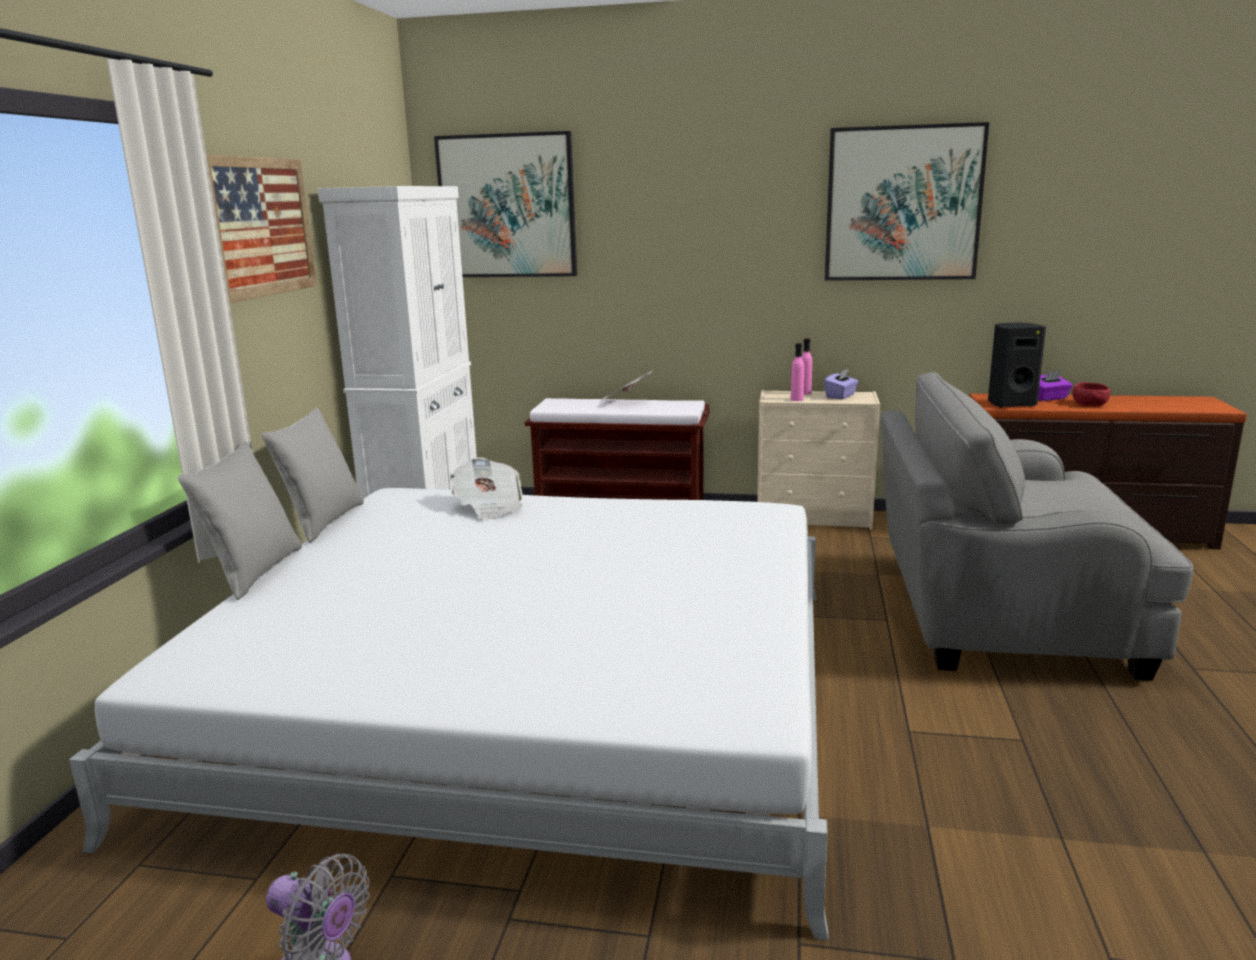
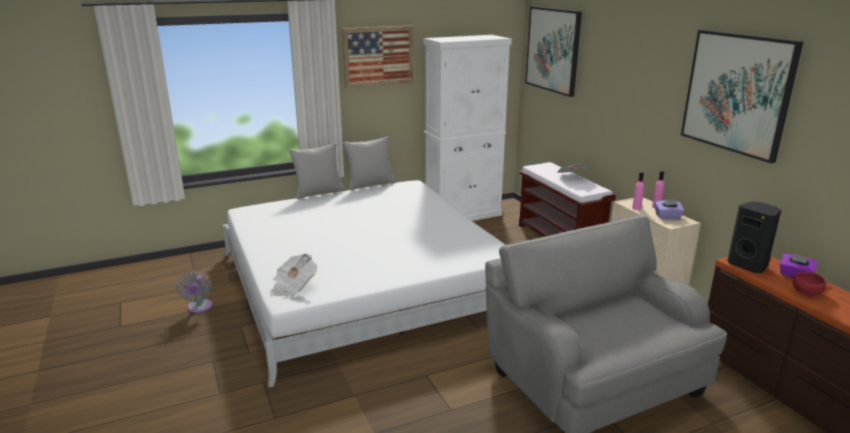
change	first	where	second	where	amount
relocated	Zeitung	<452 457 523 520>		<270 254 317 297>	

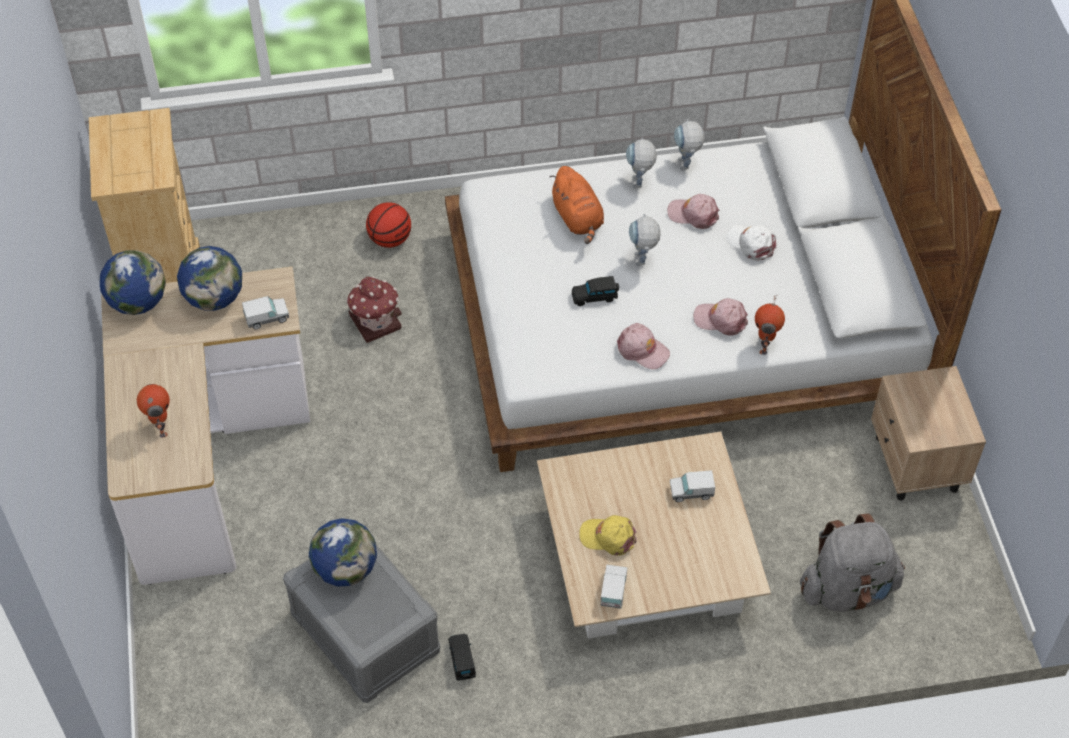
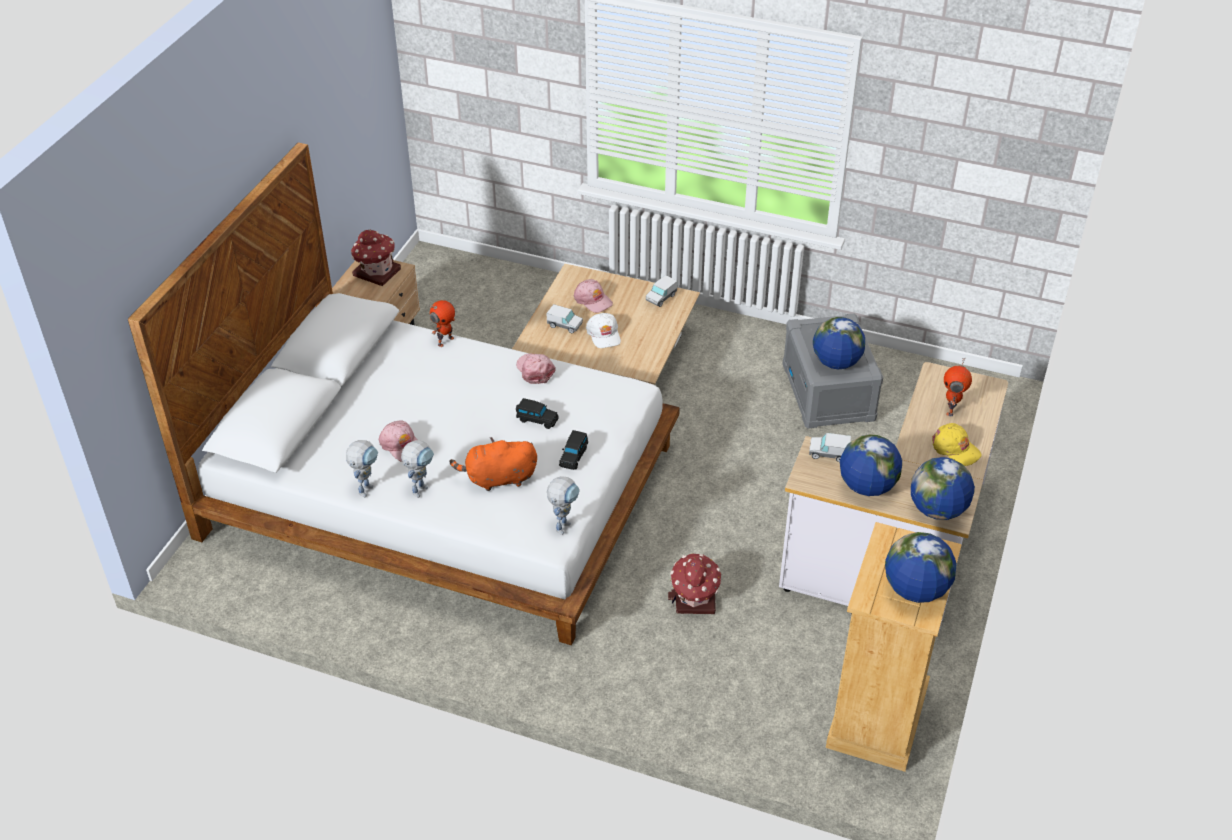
change	first	where	second	where	amount
missing	Basketball	<366 202 411 248>			
missing	Rucksack (grau)	<800 513 905 612>			
appeared			Spielzeughaus	<351 230 401 286>	
appeared			Globus	<885 532 956 603>	
relocated	Spielzeugauto (schwarz)	<448 634 476 681>		<559 430 588 470>	
relocated	Kappe (gelb)	<579 515 637 556>		<932 423 982 466>	
relocated	Spielzeugroboter	<629 214 661 266>		<547 476 580 535>	
relocated	Kappe (rosa)	<694 298 748 336>		<574 279 613 313>	
relocated	Kappe (weiß)	<727 224 776 261>		<586 313 621 348>	
spun	Plüschtier (orange)	<549 166 604 244>		<450 437 537 491>	105 degrees counterclockwise

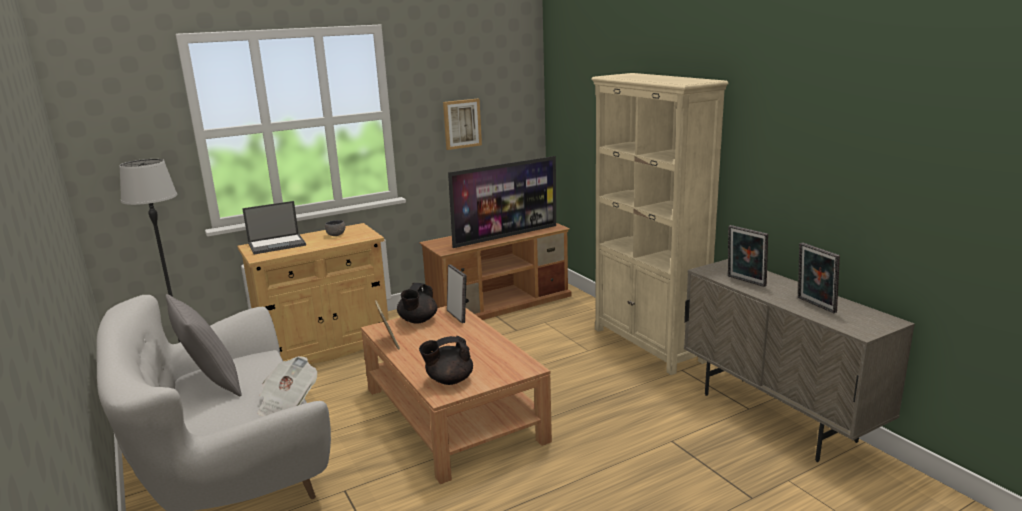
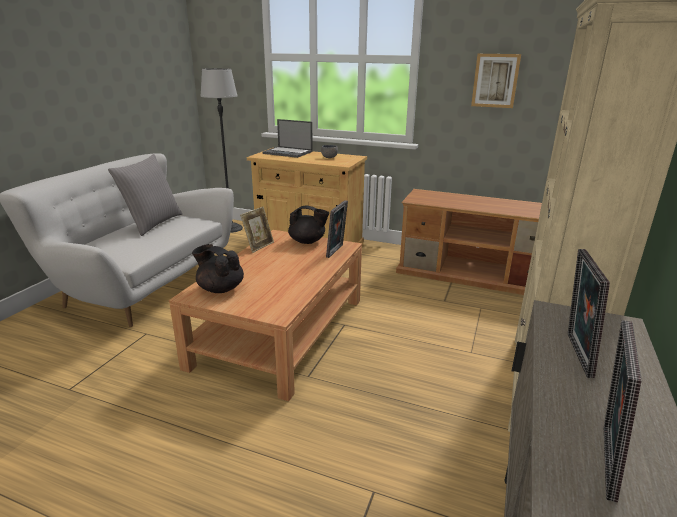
change	first	where	second	where	amount
missing	Zeitung	<258 356 317 416>			
missing	Fernseher	<448 156 556 248>			
spun	Teekanne (schwarz)	<397 283 437 324>		<288 206 329 244>	150 degrees counterclockwise

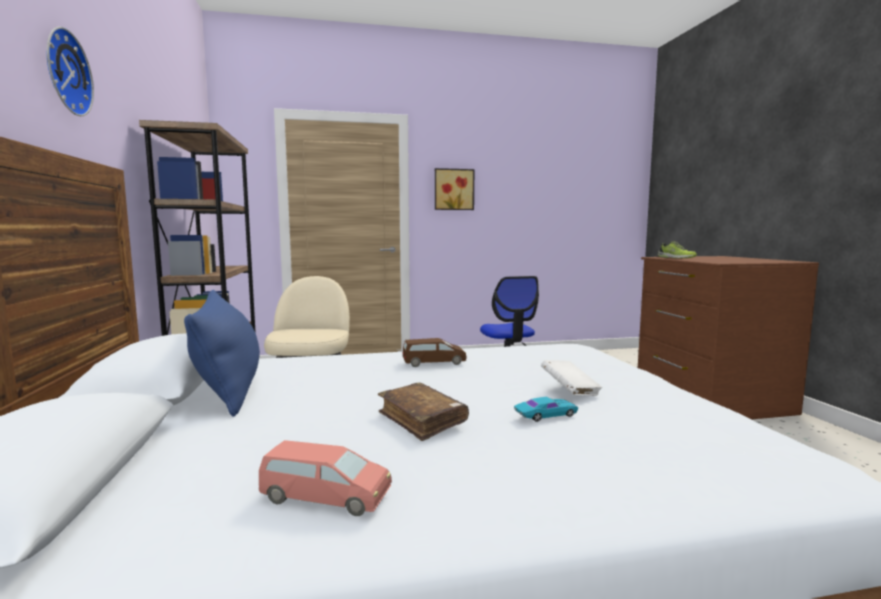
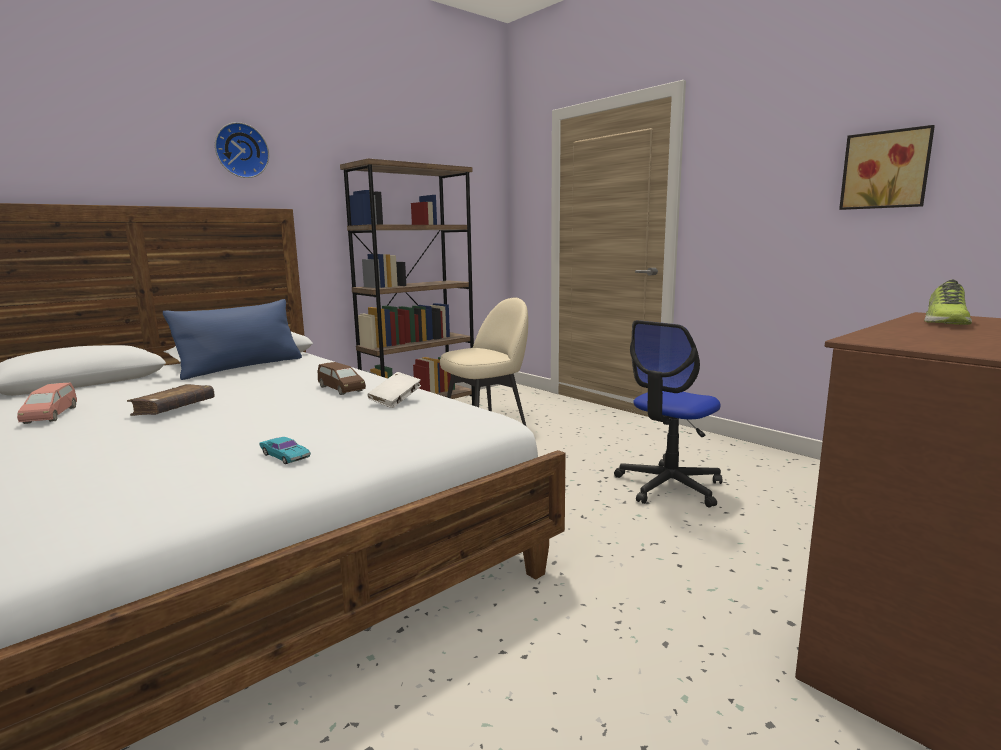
change	first	where	second	where	amount
relocated	Bild	<435 168 474 210>		<839 125 935 210>	
relocated	Spielzeugauto (türkis)	<514 397 578 422>		<259 437 311 464>	
relocated	Buch (weiß)	<541 360 602 396>		<368 372 421 408>	

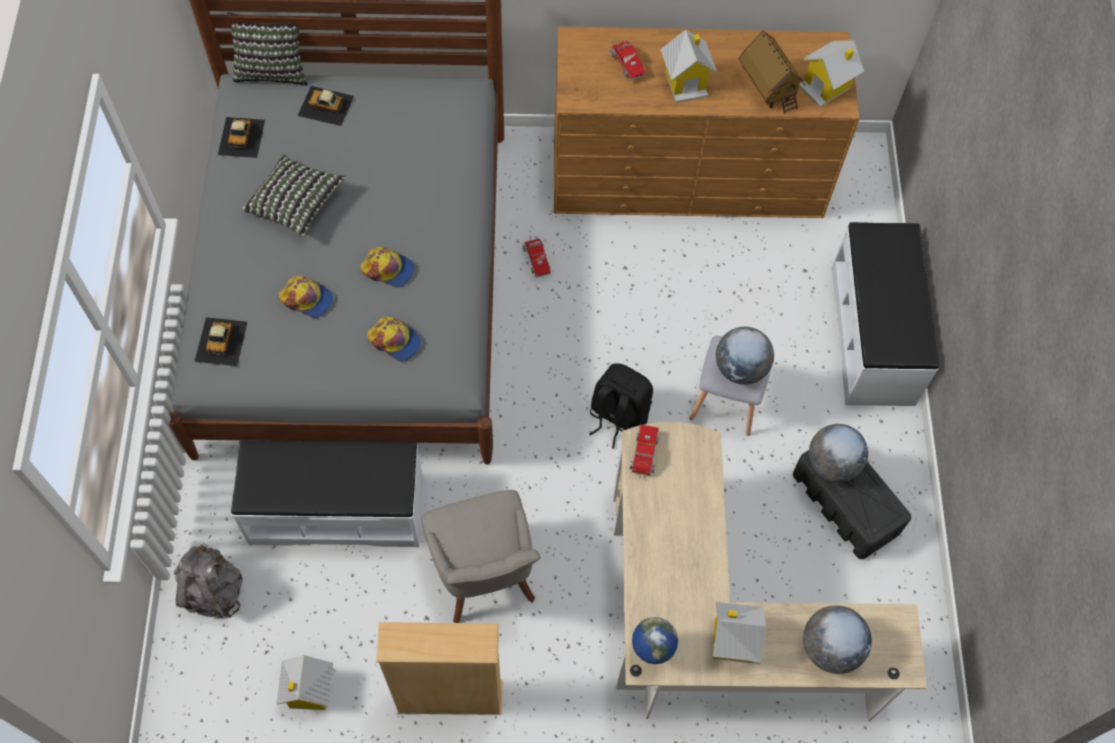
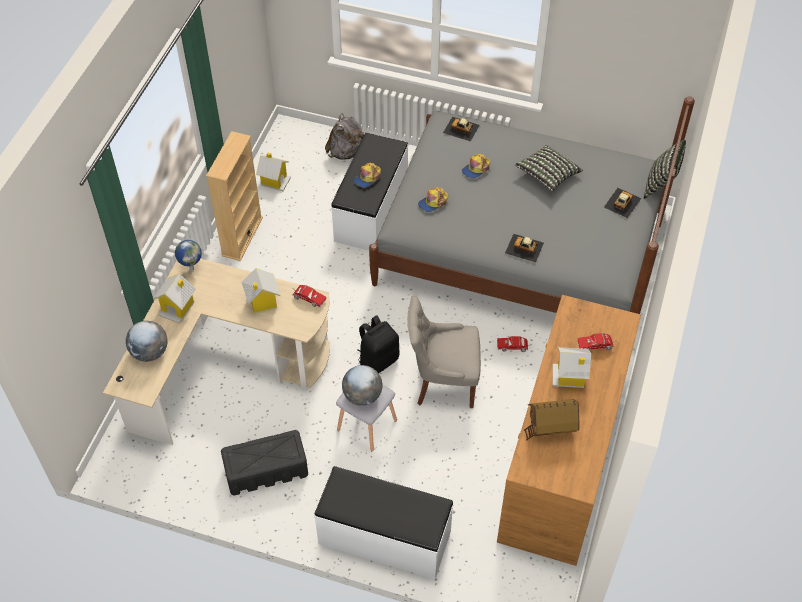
change	first	where	second	where	amount
missing	Globus	<809 424 868 482>			
relocated	Spielzeugauto	<218 117 265 158>		<505 234 544 263>	
relocated	Kappe	<360 247 414 288>		<353 163 381 188>	
relocated	Stuhl (grau)	<421 490 541 623>		<407 296 481 408>	
relocated	Spielzeughaus	<799 40 864 107>		<242 268 281 314>	

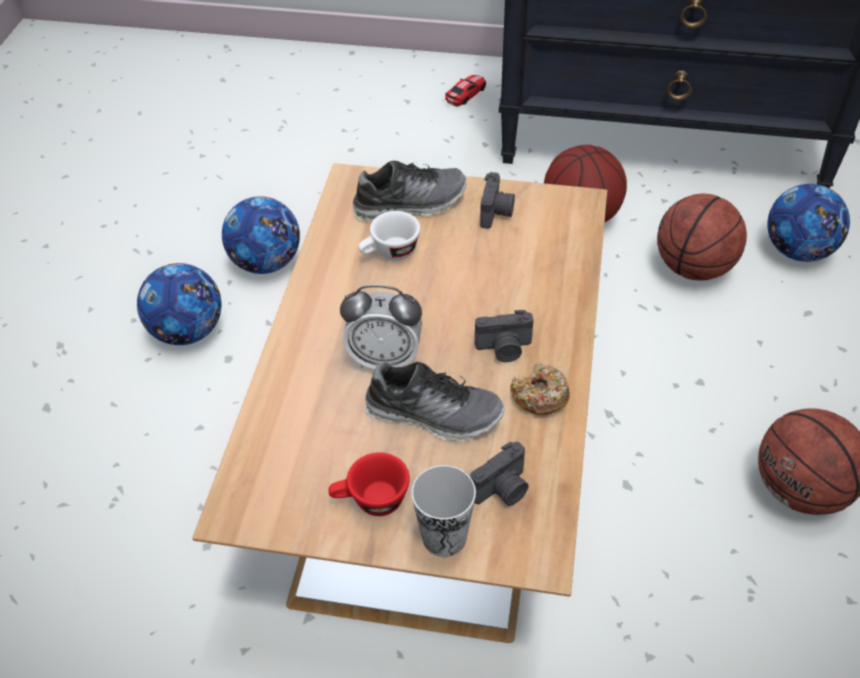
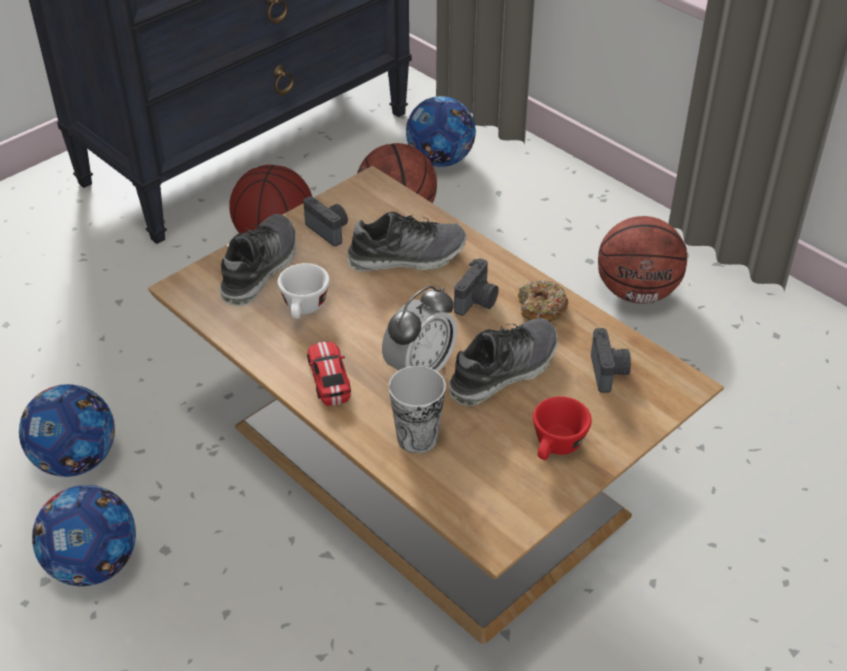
change	first	where	second	where	amount
appeared			Schuh	<347 212 467 272>	
relocated	Tasse	<411 465 476 557>		<389 366 446 453>	
relocated	Spielzeugauto	<445 75 486 107>		<307 342 351 406>	

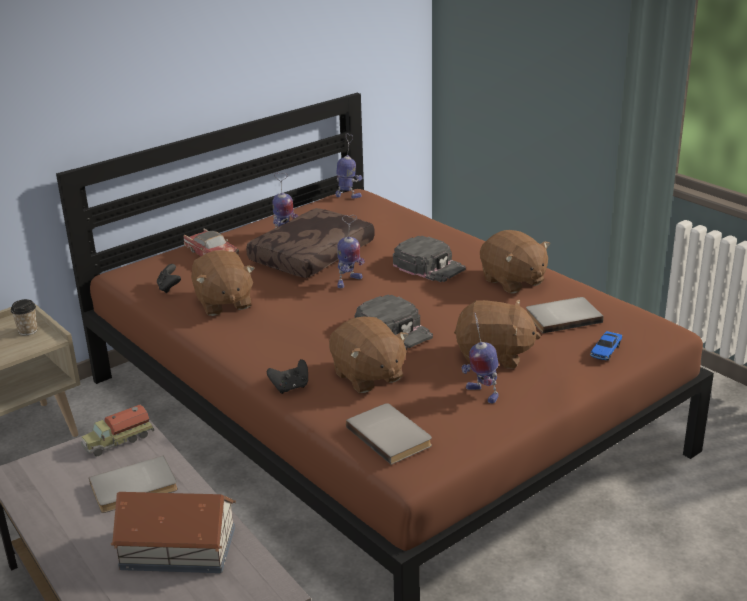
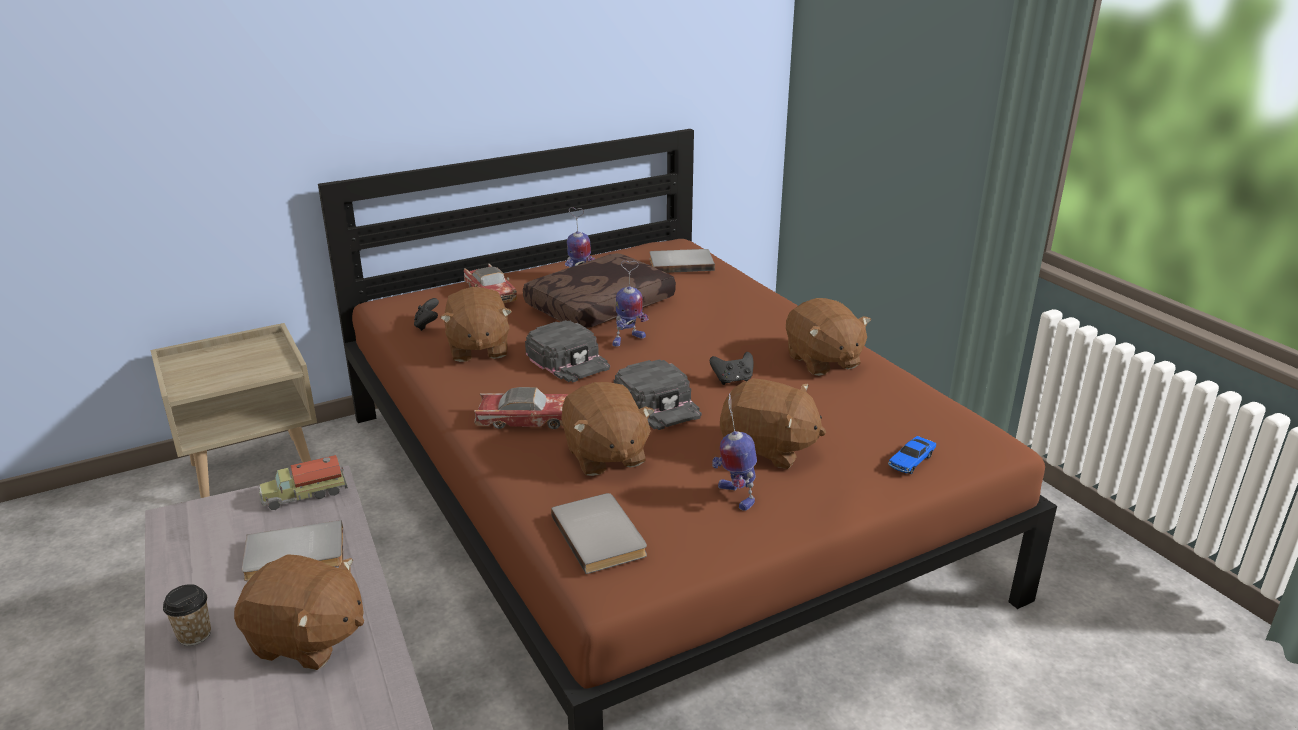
change	first	where	second	where	amount
missing	Spielzeugroboter	<336 133 363 199>			
appeared			Spielzeugauto	<474 387 569 429>	
relocated	Tasse	<11 299 38 336>		<163 584 211 646>	
relocated	Gamepad (schwarz)	<267 359 308 394>		<710 352 754 385>	
relocated	Kappe (schwarz)	<393 236 466 282>		<525 320 610 382>	
relocated	Buch (grau)	<526 297 603 333>		<649 249 715 273>	
exchanged	Spielzeughaus	<111 492 236 573>	Plüschtier (braun)	<234 554 364 670>	

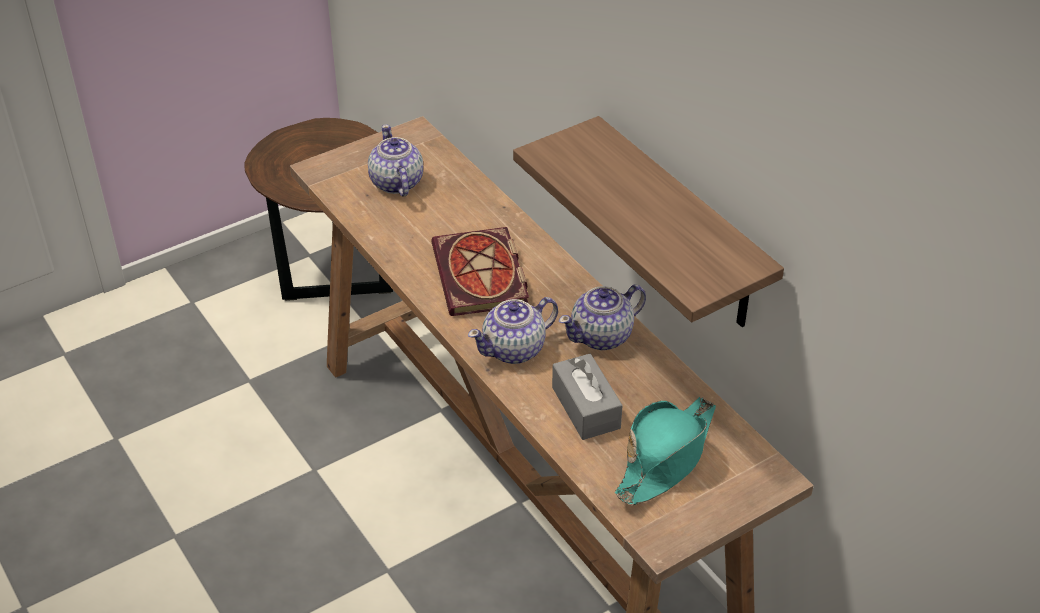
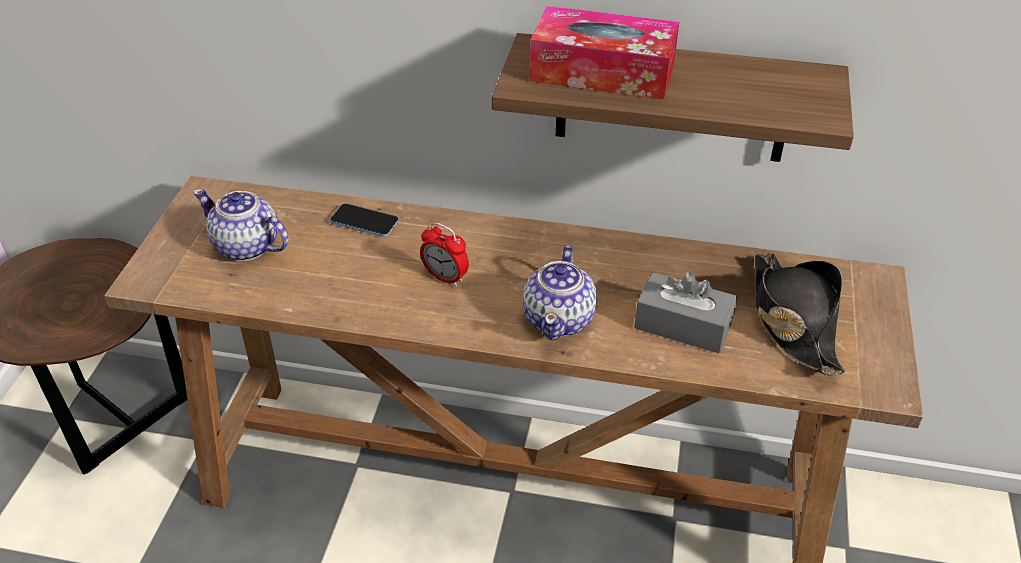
change	first	where	second	where	amount
missing	Teekanne	<559 285 646 350>			
appeared			Handy	<330 203 399 237>	
appeared			Taschentuchbox	<530 6 679 100>	
exchanged	Buch	<431 227 529 316>	Wecker	<420 222 469 287>	
colour	Hut (türkis)	<615 397 716 505>	Hut (schwarz)	<755 253 846 376>	

